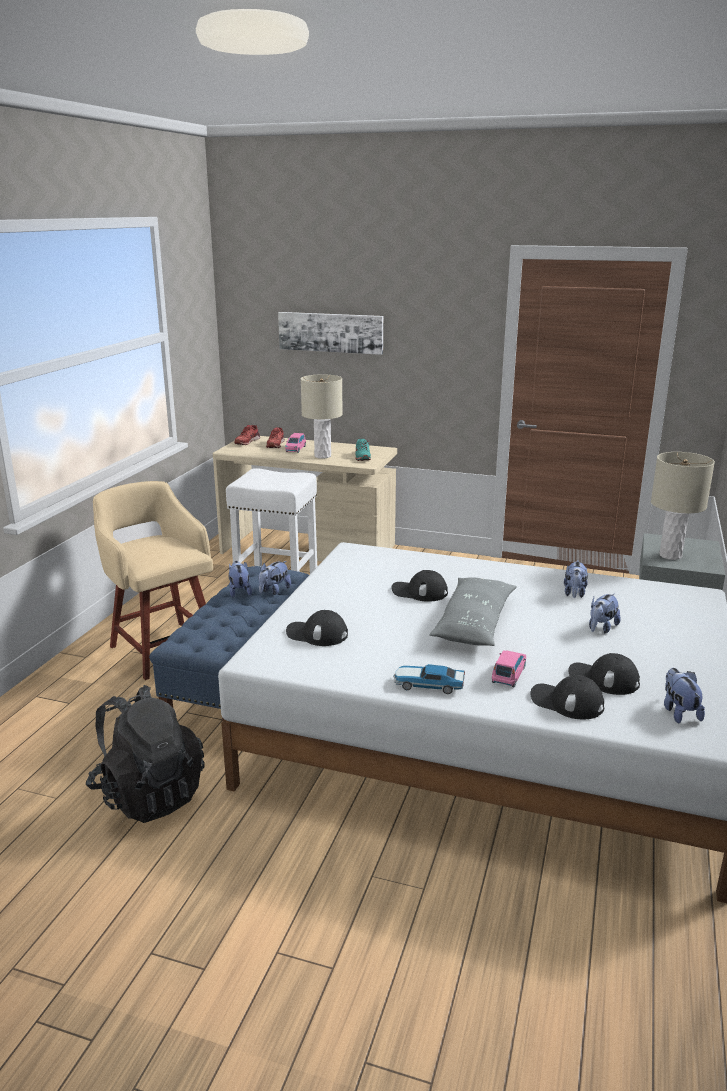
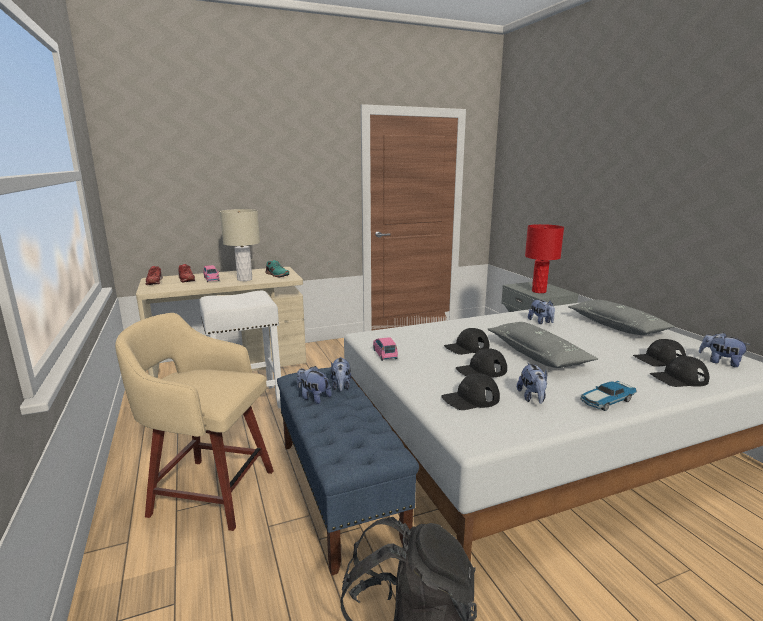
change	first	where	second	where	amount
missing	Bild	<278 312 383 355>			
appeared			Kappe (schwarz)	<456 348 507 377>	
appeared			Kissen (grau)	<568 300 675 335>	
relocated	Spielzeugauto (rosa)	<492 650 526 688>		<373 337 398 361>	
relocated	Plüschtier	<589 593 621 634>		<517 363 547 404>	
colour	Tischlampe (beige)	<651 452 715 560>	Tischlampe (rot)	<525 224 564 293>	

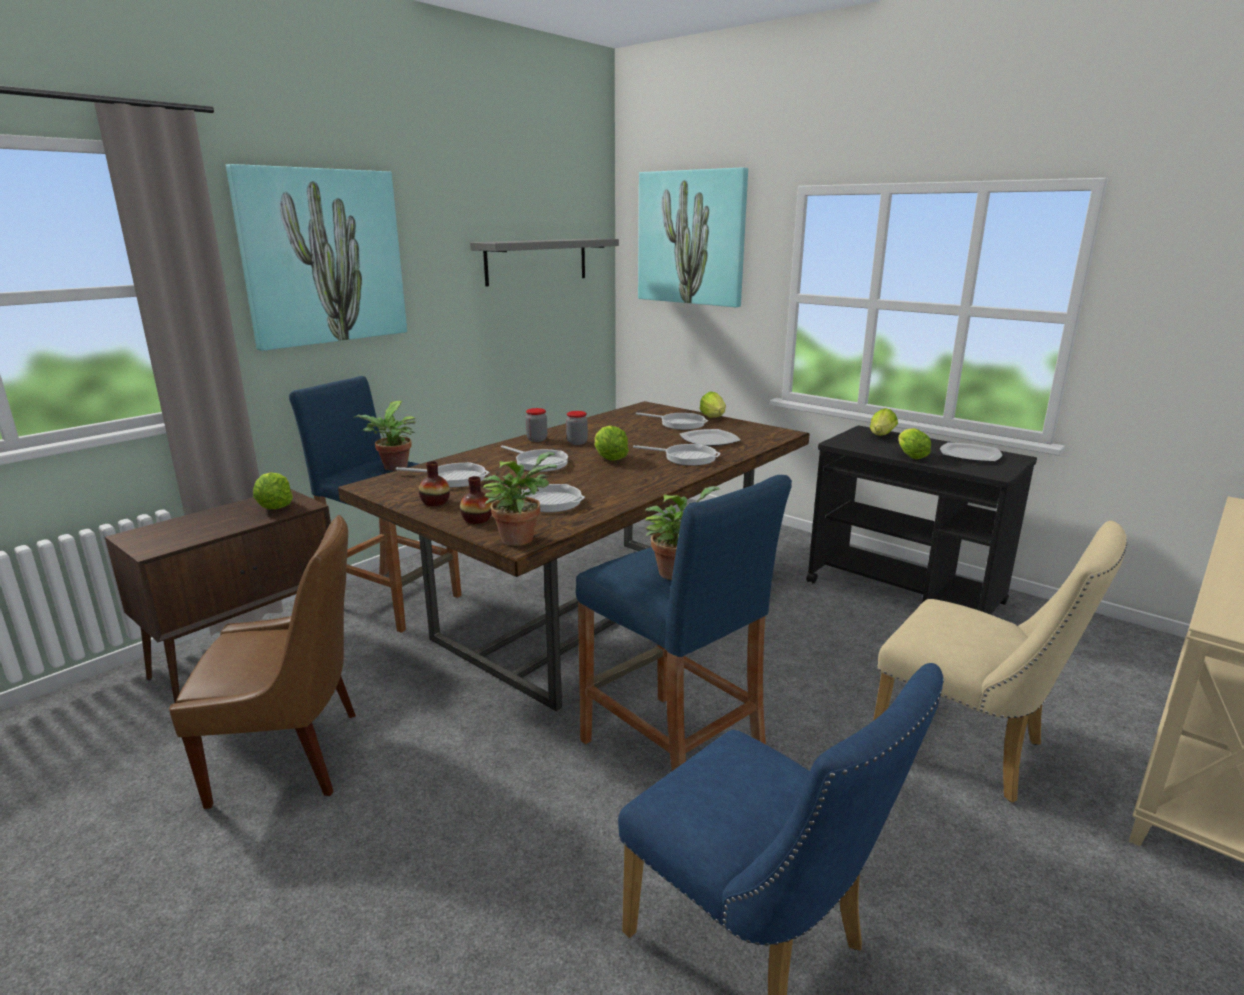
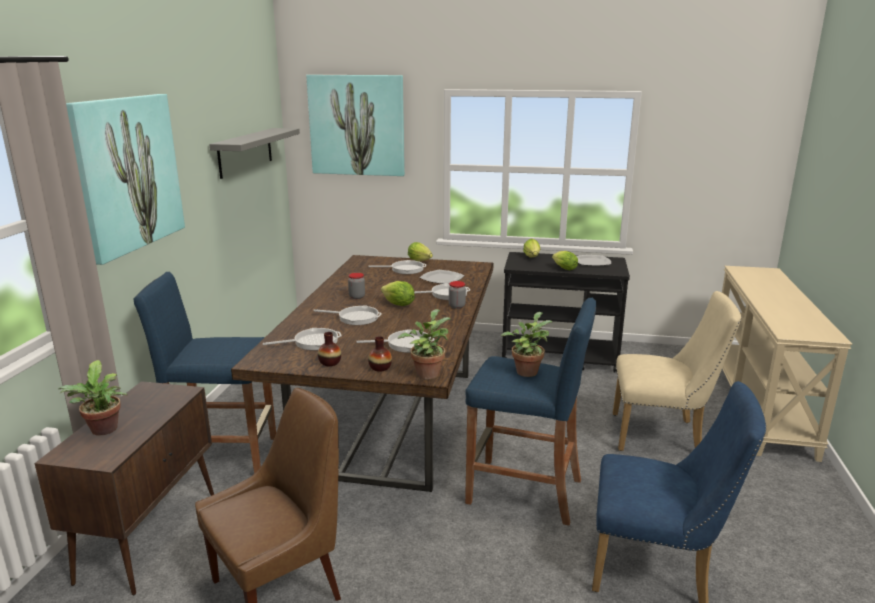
change	first	where	second	where	amount
missing	Salatkopf	<253 472 293 509>			
relocated	Topfpflanze	<353 401 415 471>		<59 360 128 436>	
relocated	Vorratsglas	<526 408 547 442>		<449 281 466 309>	

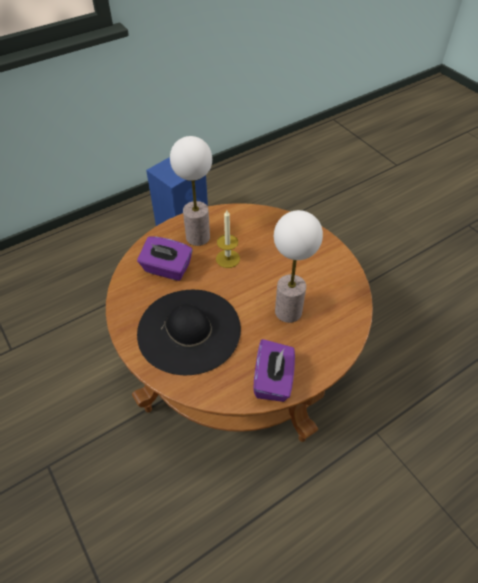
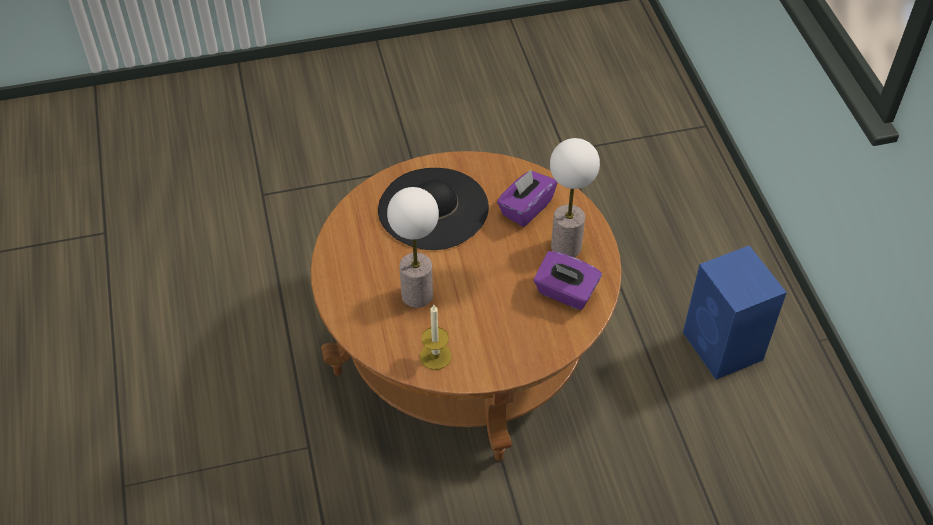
change	first	where	second	where	amount
relocated	Kerze	<216 210 240 268>		<420 305 452 370>	
relocated	Taschentuchbox (lila)	<254 339 295 402>		<533 251 602 310>	

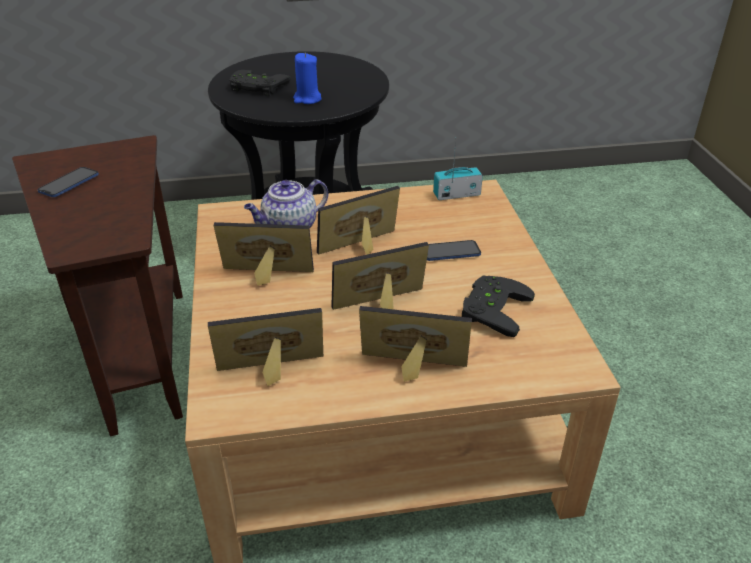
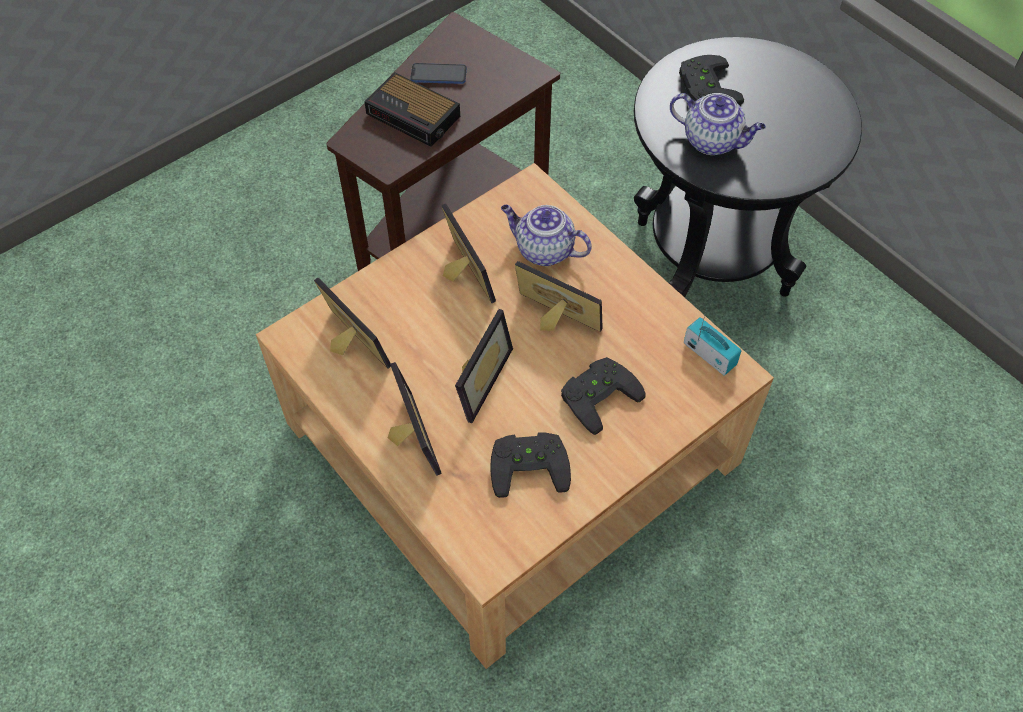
change	first	where	second	where	amount
appeared			Wecker	<364 72 460 147>	
exchanged	Kerze (blau)	<293 53 322 104>	Teekanne	<670 93 766 155>	
exchanged	Handy	<427 240 481 261>	Gamepad (schwarz)	<561 357 646 435>	
spun	Bilderrahmen	<331 242 429 310>		<455 309 513 423>	75 degrees clockwise

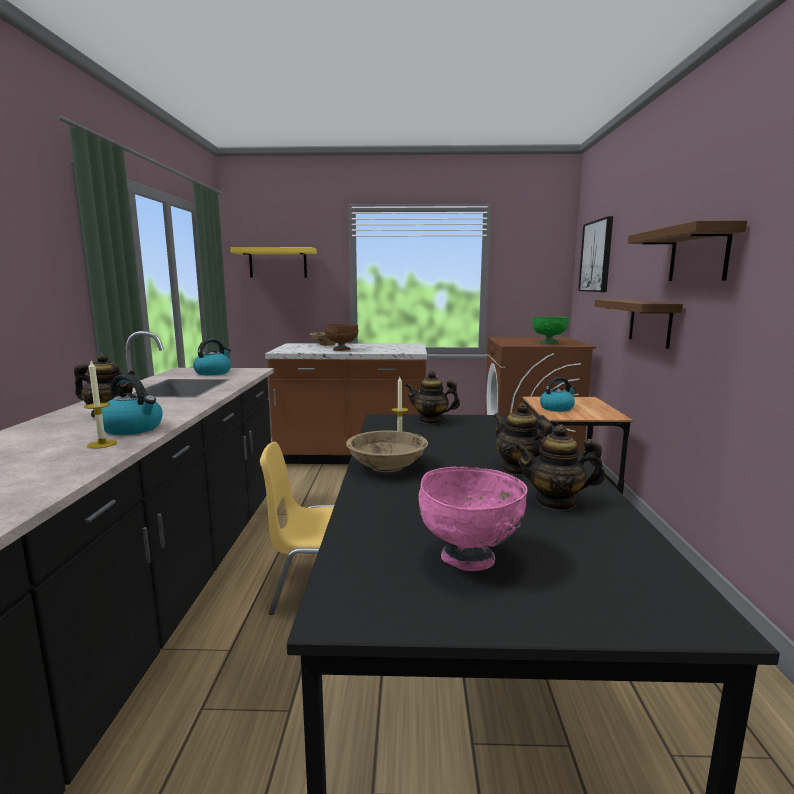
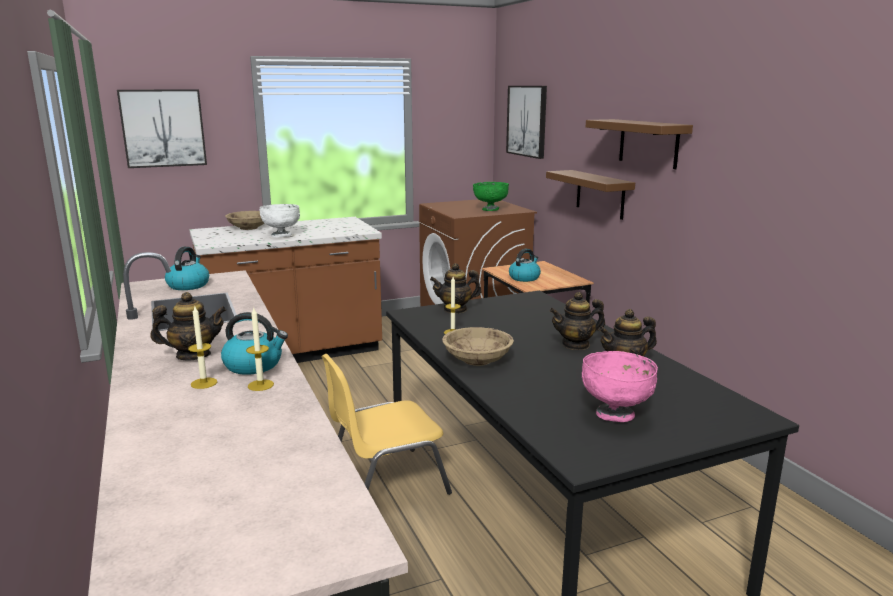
change	first	where	second	where	amount
appeared			Kerze	<188 307 217 389>	
exchanged	Wandregal (gelb)	<230 247 317 277>	Bild	<117 89 207 168>	
colour	Schüssel (braun)	<325 324 359 351>	Schüssel (weiß)	<260 204 300 237>	
spun	Teekanne	<494 403 552 475>		<550 292 605 350>	45 degrees counterclockwise

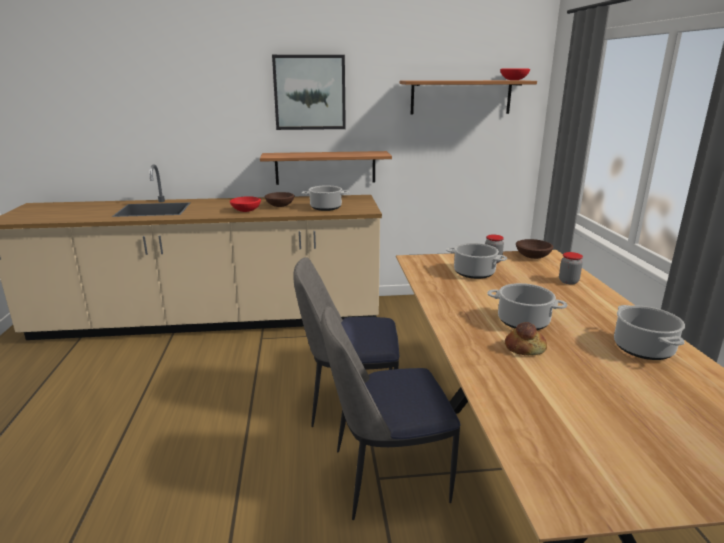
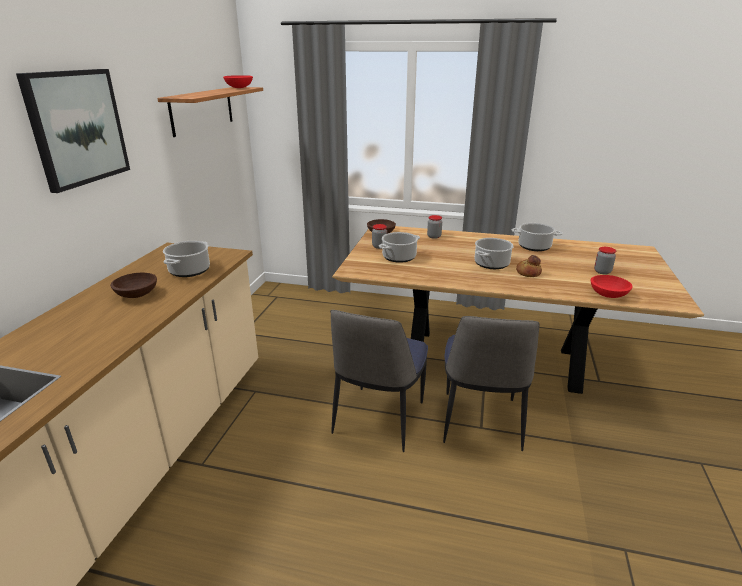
change	first	where	second	where	amount
missing	Wandregal	<260 151 392 185>			
appeared			Vorratsglas	<594 247 616 274>	
relocated	Schüssel (rot)	<230 196 261 212>		<591 275 633 298>	

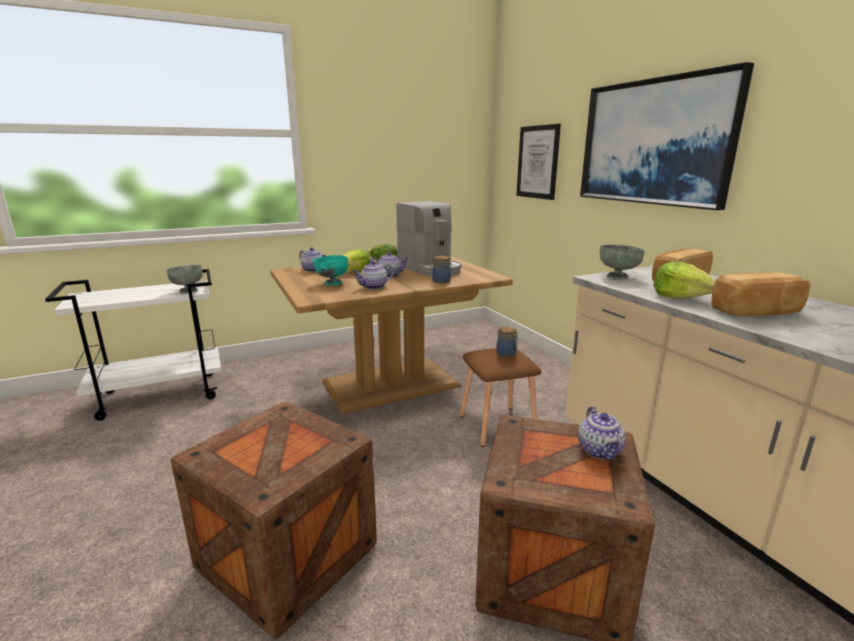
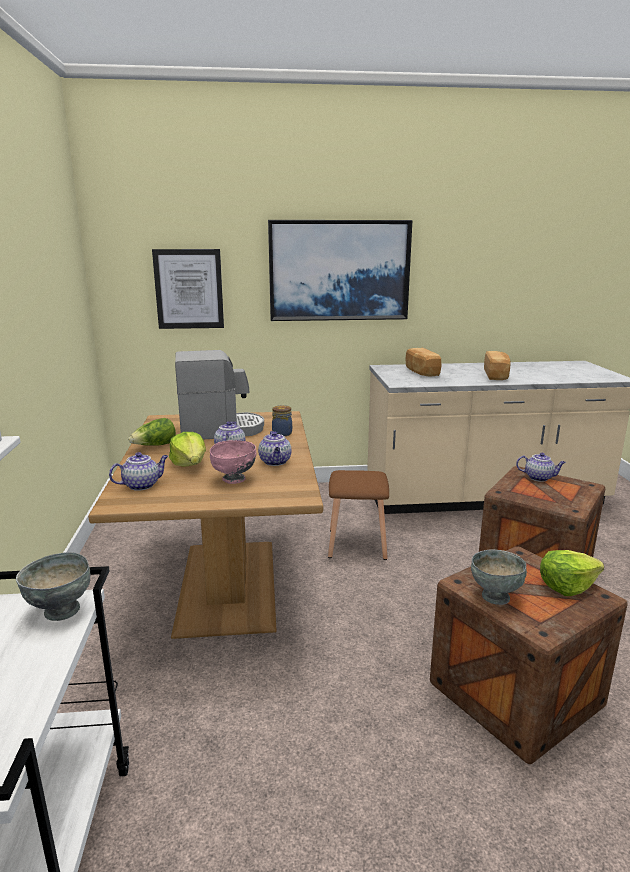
change	first	where	second	where	amount
missing	Vorratsglas	<496 326 518 357>			
relocated	Schüssel (grau)	<600 244 645 280>		<471 550 527 605>	
relocated	Salatkopf	<654 262 716 299>		<540 550 604 596>	
colour	Schüssel (türkis)	<313 255 348 285>	Schüssel (rosa)	<210 440 256 484>	

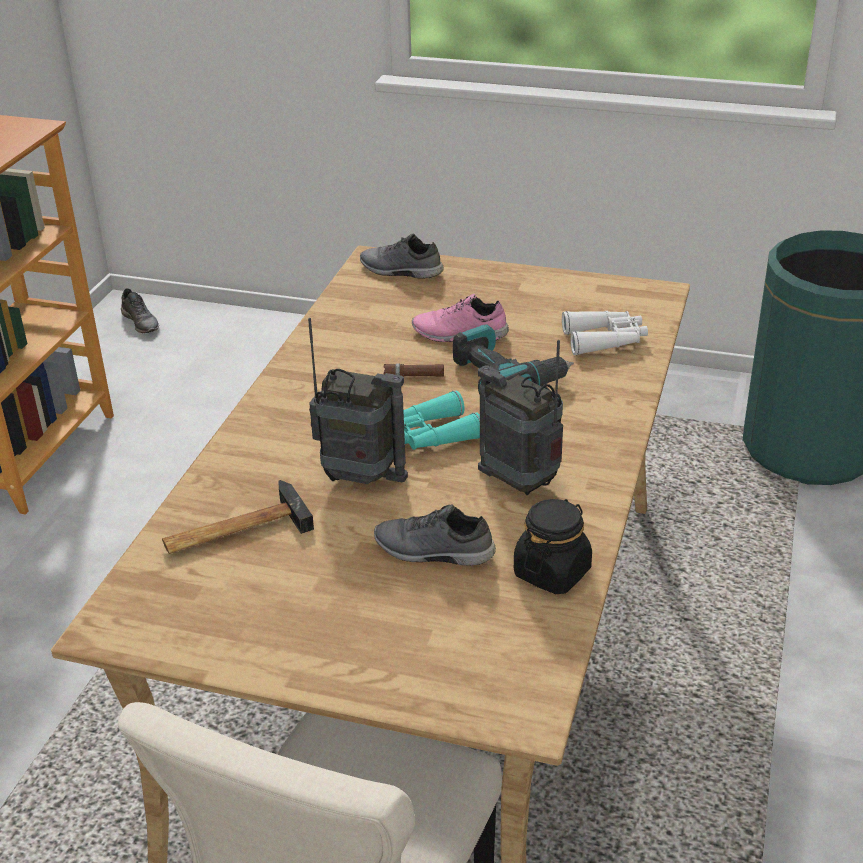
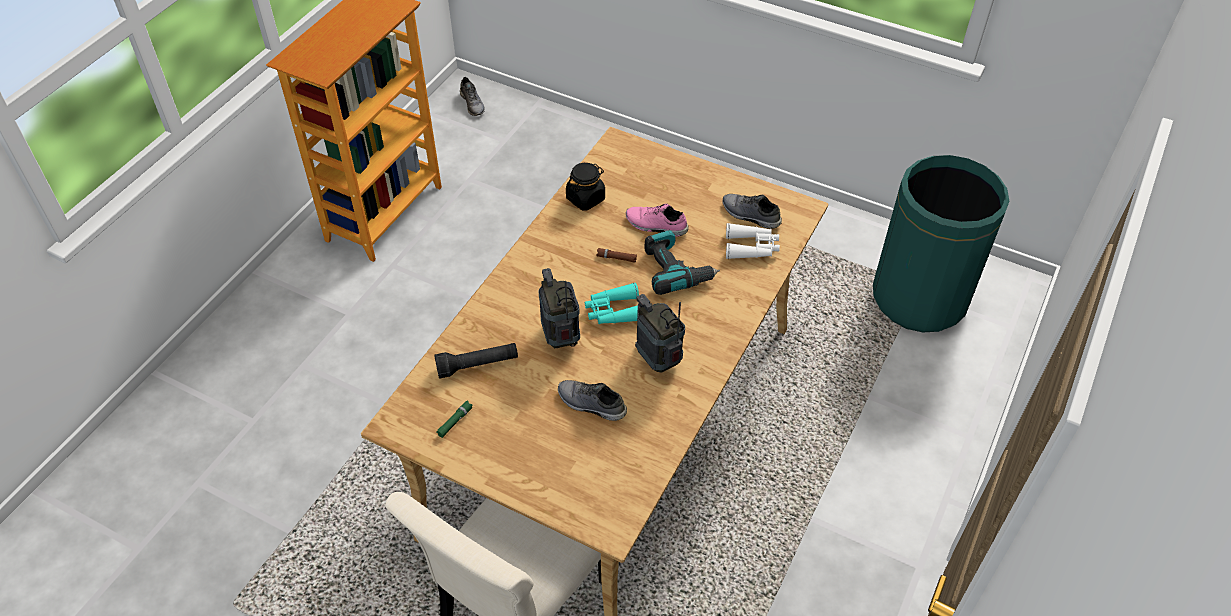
change	first	where	second	where	amount
appeared			Taschenlampe (grün)	<436 401 473 438>	
relocated	Schuh (grau)	<360 233 444 279>		<722 194 782 229>	
relocated	Vorratsglas (schwarz)	<514 499 592 594>		<566 163 605 211>	
exchanged	Hammer	<162 480 314 554>	Taschenlampe (schwarz)	<434 343 518 378>	
spun	Radio	<308 318 408 484>		<539 268 580 348>	135 degrees counterclockwise

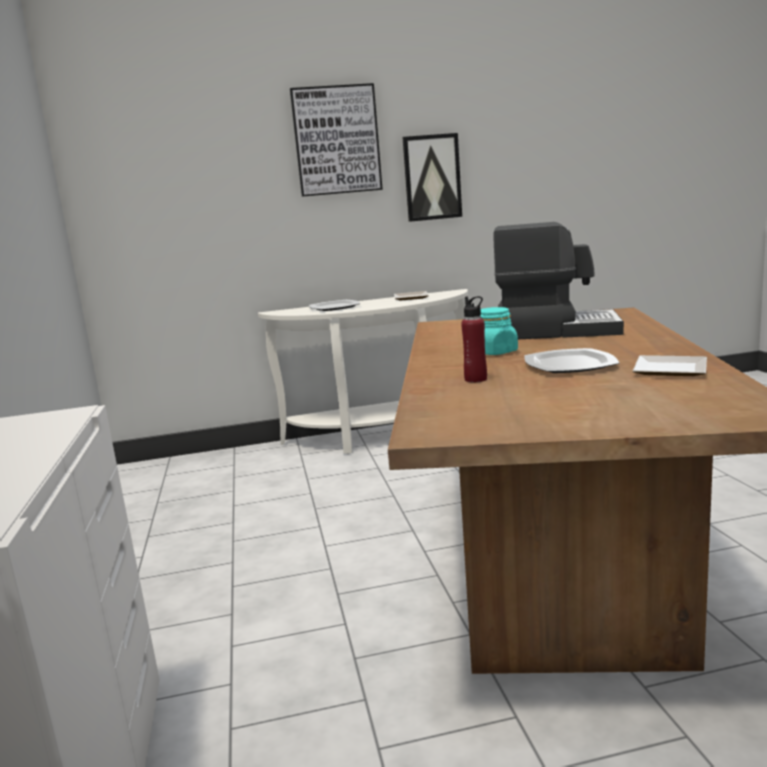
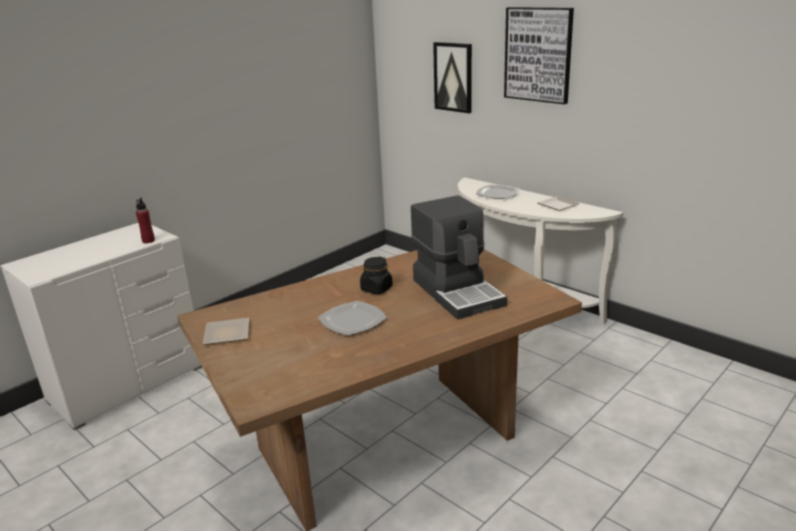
change	first	where	second	where	amount
relocated	Bild	<402 133 462 222>		<433 42 472 113>	
relocated	Flasche (rot)	<461 296 487 382>		<136 198 155 243>	
relocated	Teller	<633 355 707 376>		<203 318 249 345>	
colour	Vorratsglas (türkis)	<481 307 518 355>	Vorratsglas (schwarz)	<360 256 393 294>	

